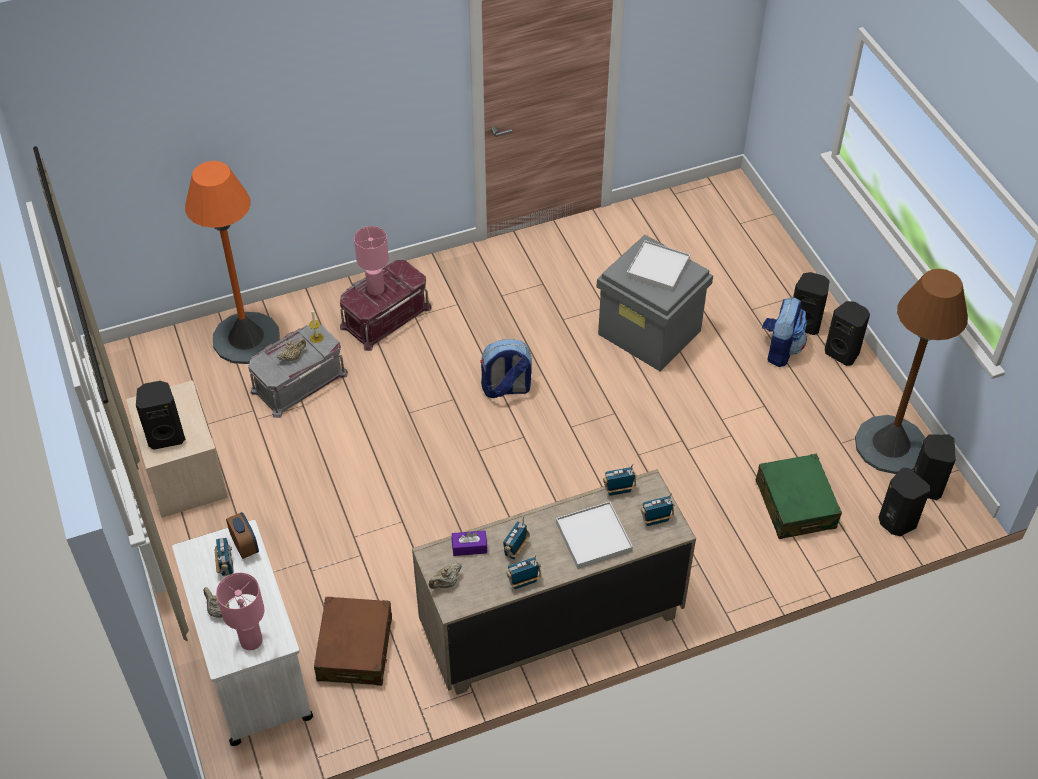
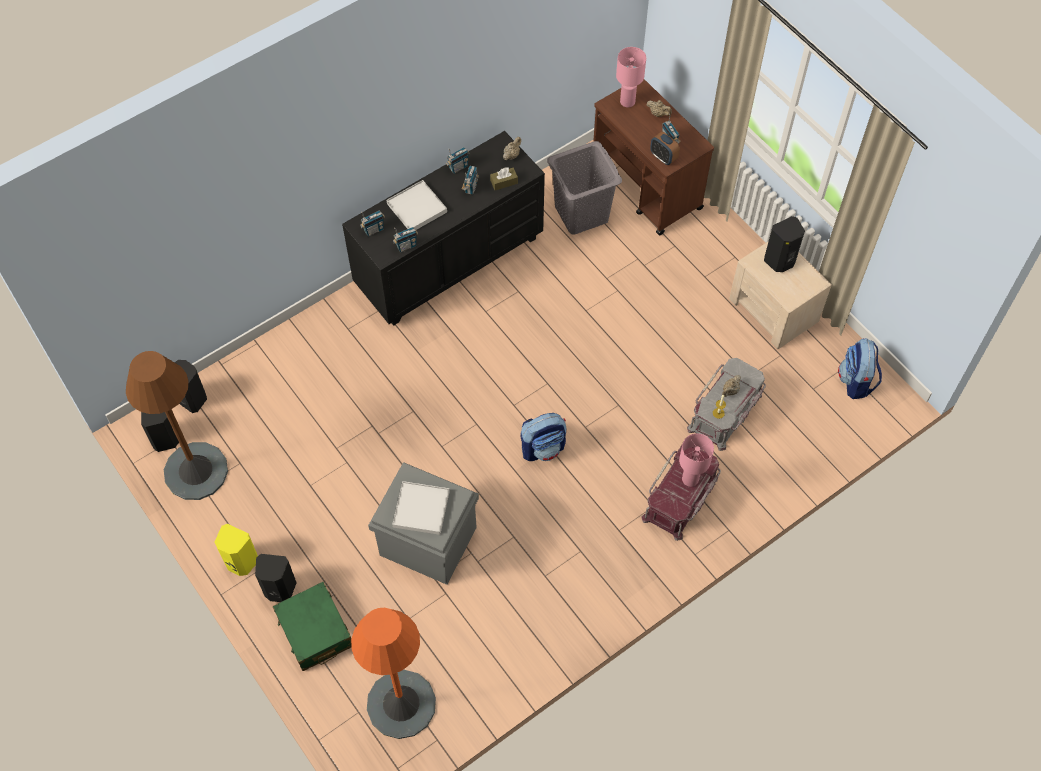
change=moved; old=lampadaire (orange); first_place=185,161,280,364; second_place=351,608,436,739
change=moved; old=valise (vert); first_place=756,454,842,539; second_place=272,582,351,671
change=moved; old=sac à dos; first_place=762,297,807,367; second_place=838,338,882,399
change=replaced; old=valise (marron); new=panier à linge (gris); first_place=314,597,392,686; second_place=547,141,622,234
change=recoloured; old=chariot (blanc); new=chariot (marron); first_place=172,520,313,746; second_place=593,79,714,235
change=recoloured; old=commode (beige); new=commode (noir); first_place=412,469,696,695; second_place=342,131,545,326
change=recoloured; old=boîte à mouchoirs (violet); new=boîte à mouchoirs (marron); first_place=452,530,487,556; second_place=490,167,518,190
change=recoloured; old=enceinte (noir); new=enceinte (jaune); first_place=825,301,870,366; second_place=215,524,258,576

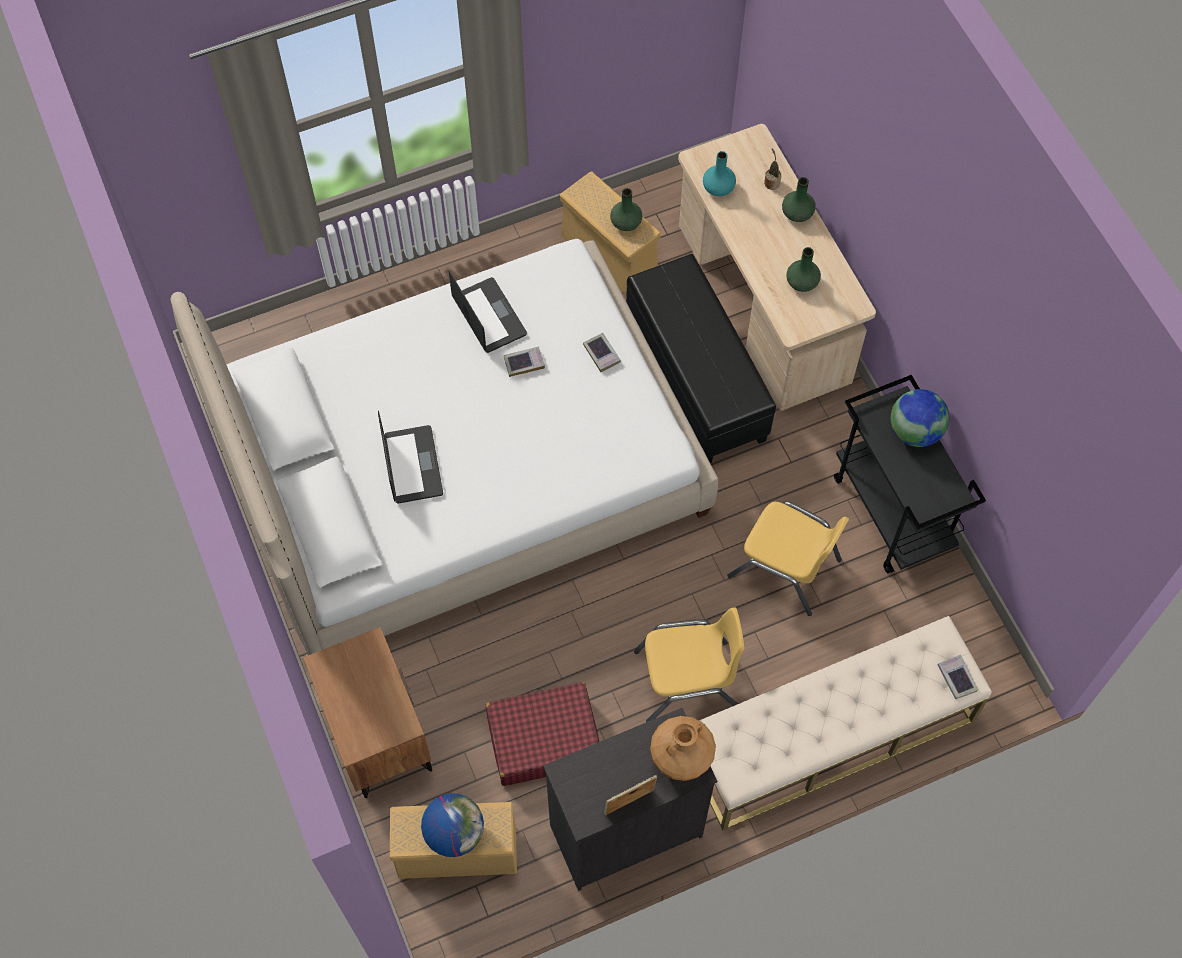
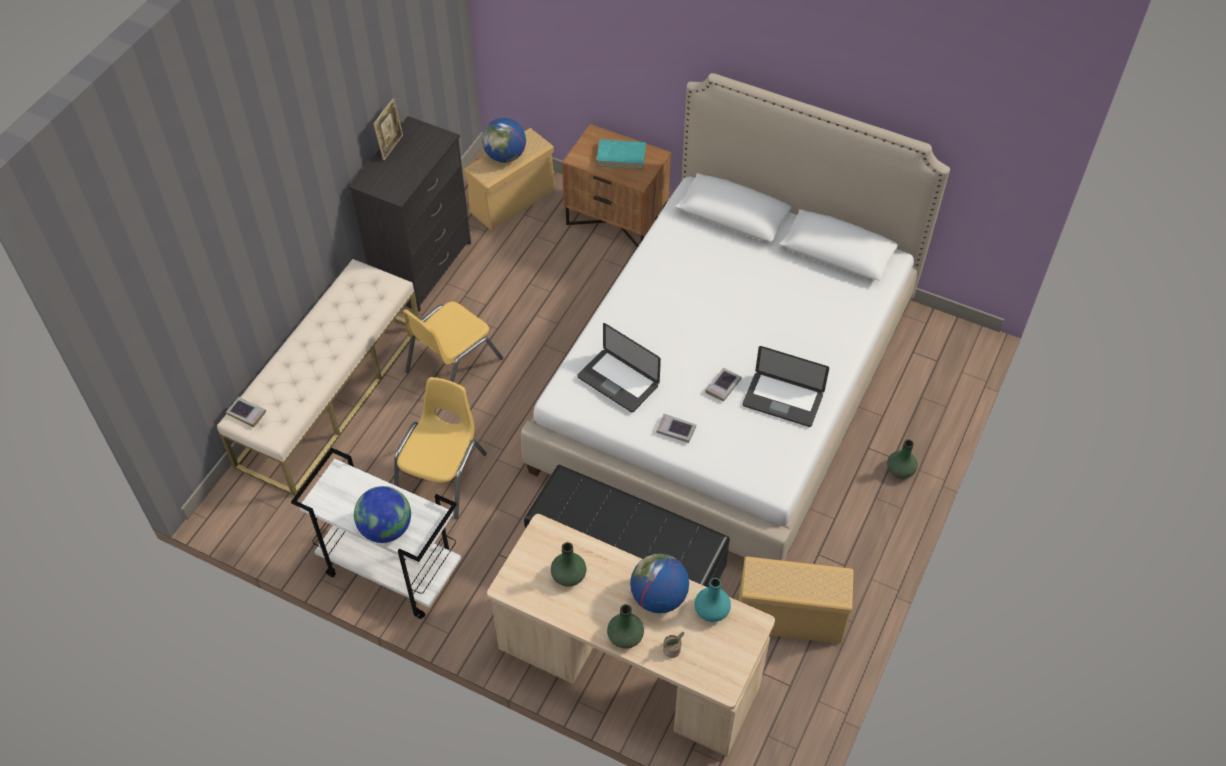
change=removed; old=valise (rouge); first_place=485,682,599,786
change=removed; old=vase (marron); first_place=650,716,716,781
change=added; new=livre (turquoise); second_place=596,139,646,169
change=added; new=globe; second_place=630,554,689,613
change=moved; old=ordinateur portable; first_place=378,411,443,504; second_place=578,323,661,412
change=moved; old=vase (vert); first_place=610,188,642,231; second_place=887,439,918,479
change=recoloured; old=chariot (noir); new=chariot (blanc); first_place=834,375,986,573; second_place=291,448,461,619
change=turned; old=chaise (jaune); first_place=727,501,849,616; second_place=394,377,487,519; degrees=120

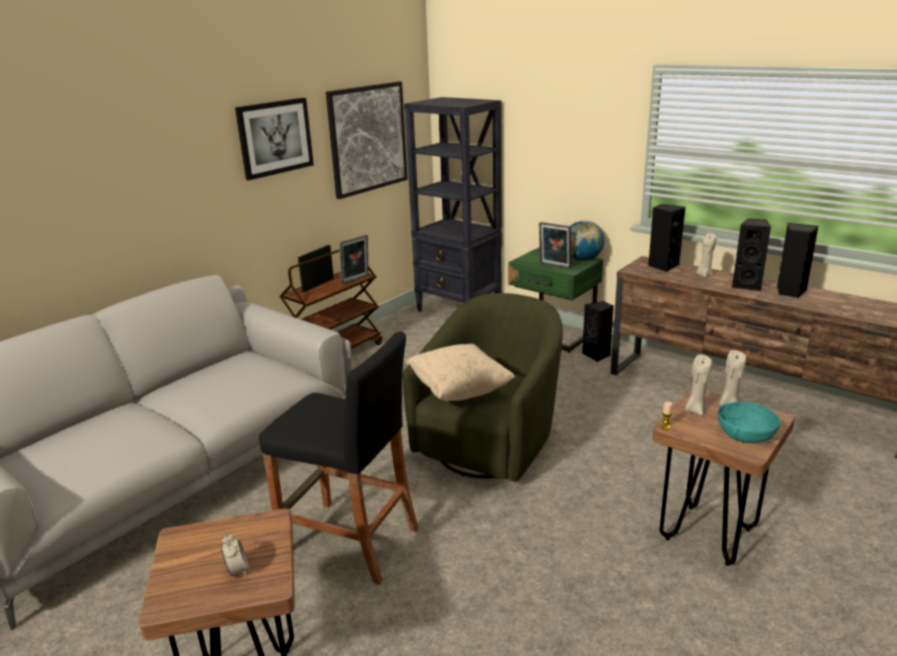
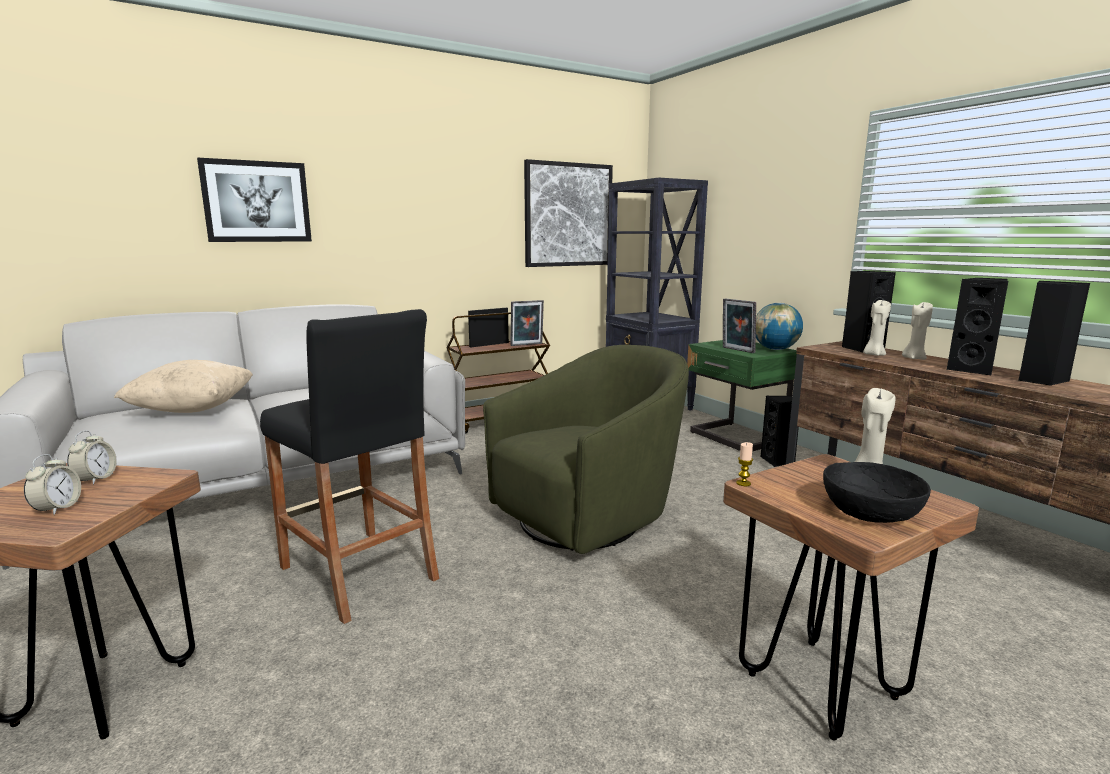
change=added; new=réveil; second_place=67,430,117,485
change=moved; old=tableau; first_place=235,98,314,180; second_place=197,158,312,242
change=moved; old=coussin (beige); first_place=406,344,515,401; second_place=114,360,253,413
change=moved; old=bougie (beige); first_place=685,355,712,416; second_place=863,300,891,356
change=recoloured; old=bol (turquoise); new=bol (noir); first_place=718,402,780,443; second_place=823,462,931,523

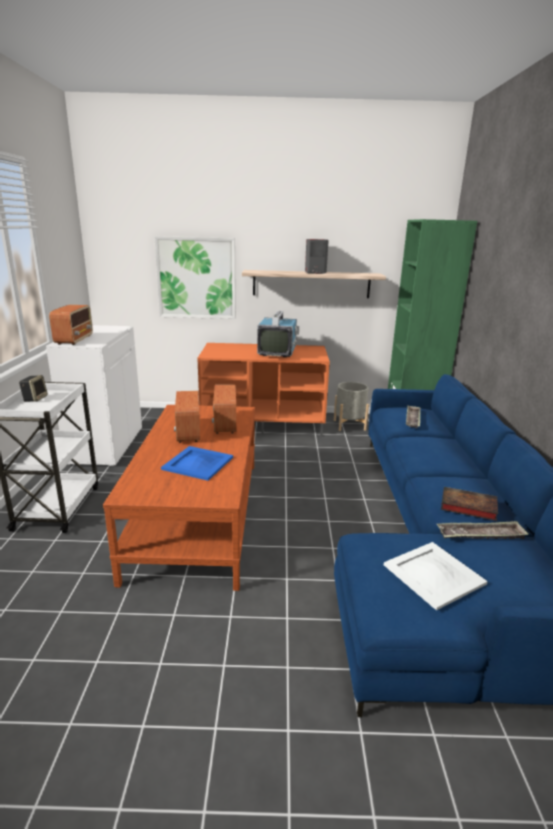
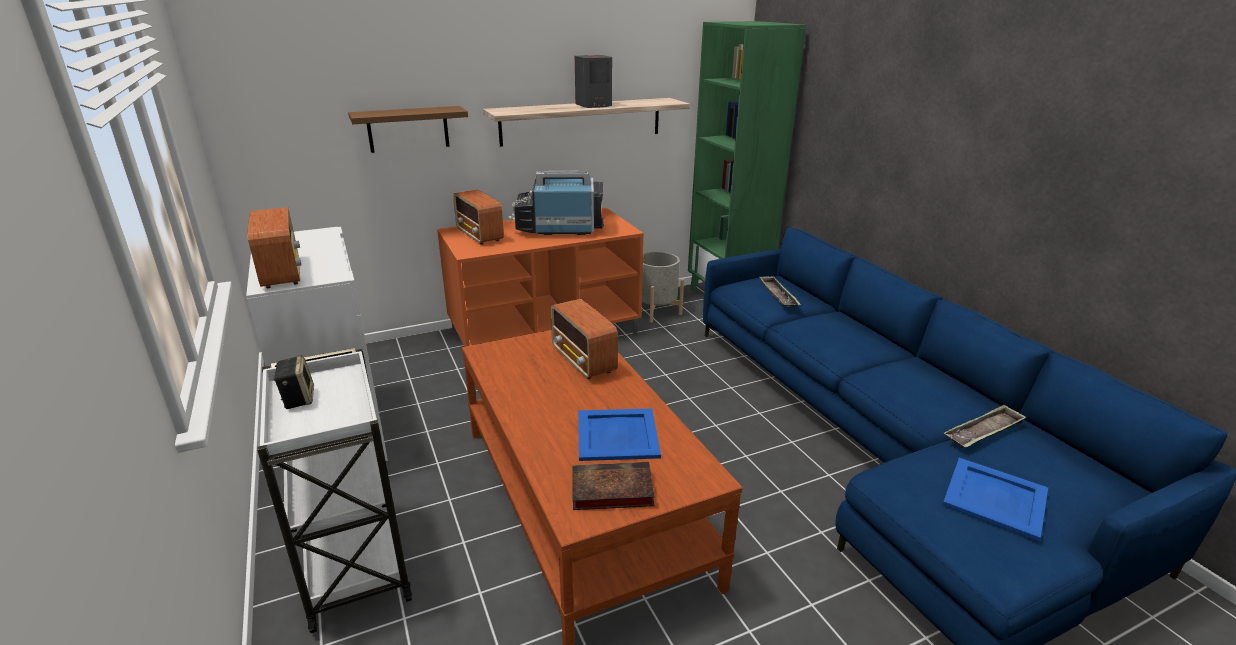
change=moved; old=radio; first_place=174,391,200,443; second_place=453,189,504,245
change=moved; old=livre; first_place=441,487,498,521; second_place=572,462,655,510
change=replaced; old=tableau; new=étagère (marron); first_place=154,236,236,319; second_place=348,106,468,153
change=recoloured; old=plateau (blanc); new=plateau (bleu); first_place=384,542,488,611; second_place=943,458,1048,541
change=turned; old=téléviseur; first_place=257,311,299,357; second_place=508,170,604,235; degrees=-75

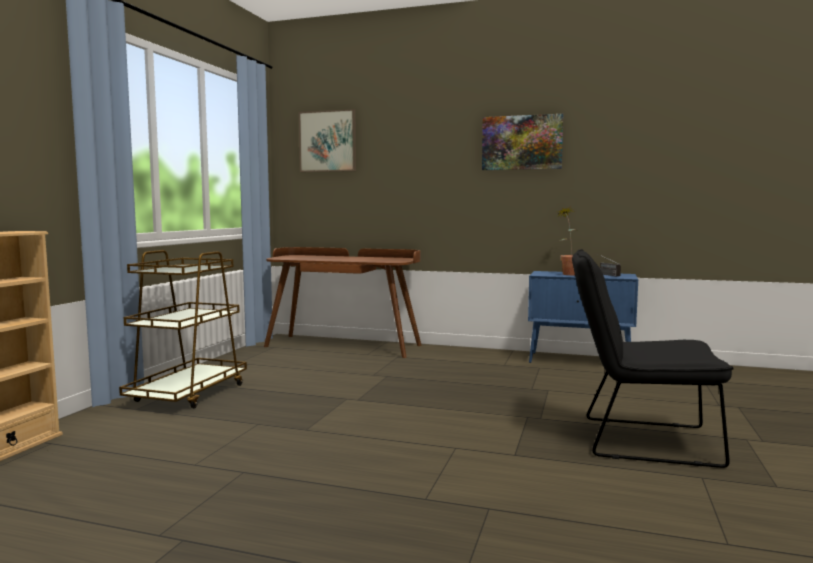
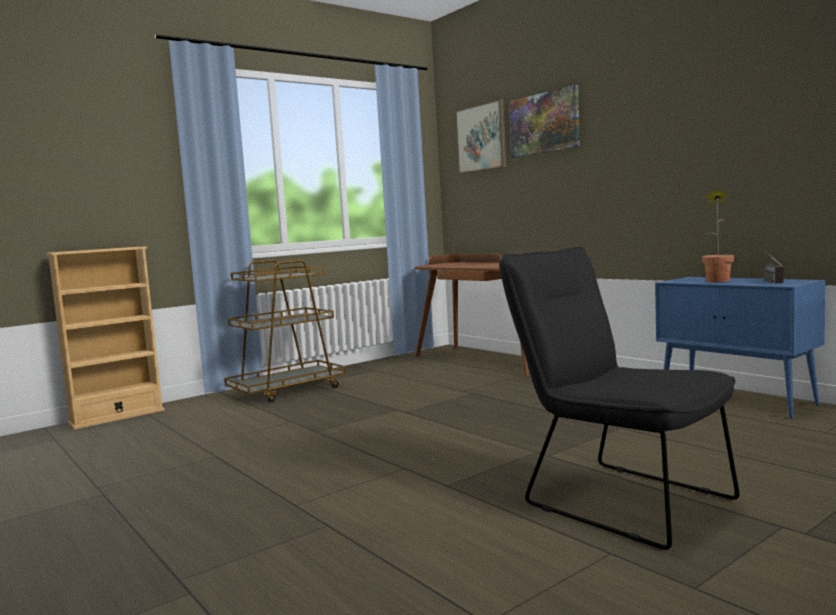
change=moved; old=tableau; first_place=482,114,564,170; second_place=509,85,580,158

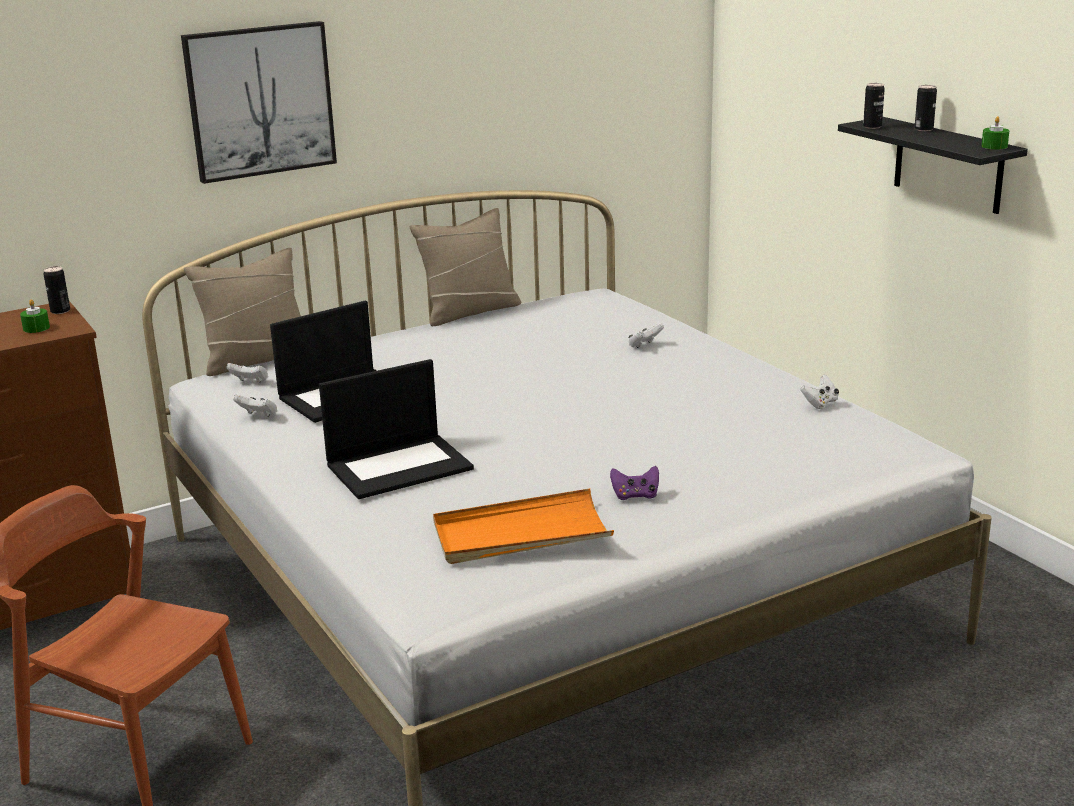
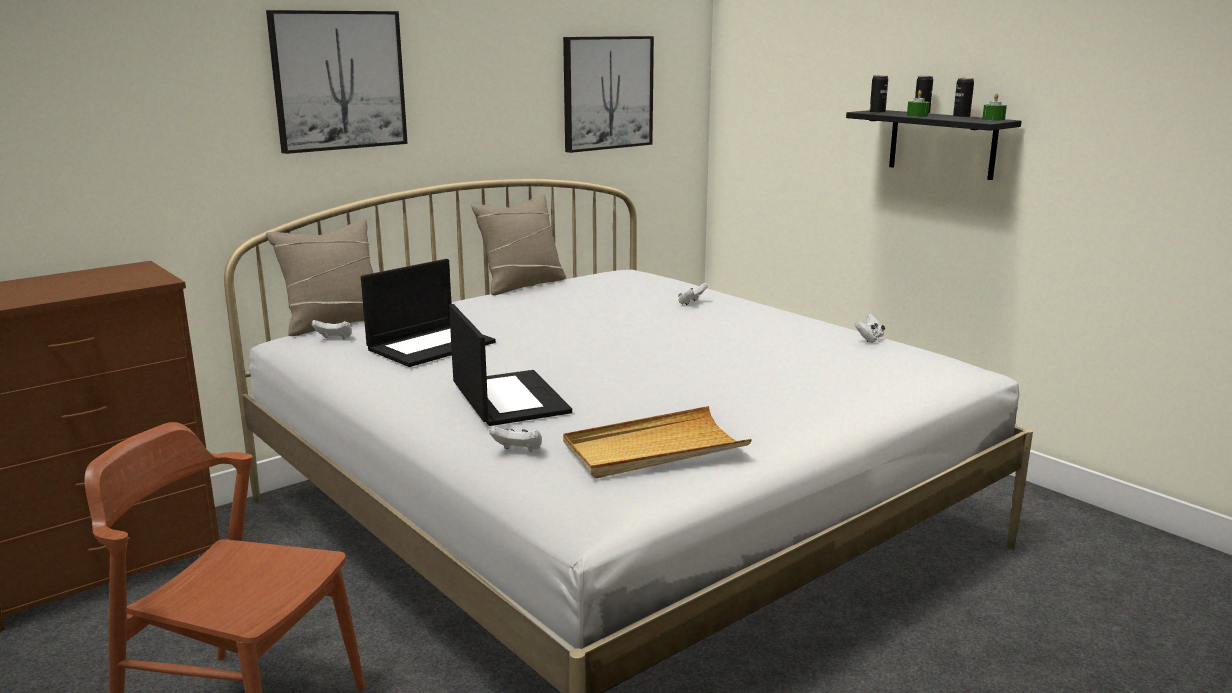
change=removed; old=manette (violet); first_place=610,466,659,500
change=added; new=tableau; second_place=563,36,654,153
change=moved; old=bougie (vert); first_place=20,299,50,333; second_place=907,90,930,117
change=moved; old=boîte métallique; first_place=43,266,70,314; second_place=953,78,974,118
change=moved; old=manette (blanc); first_place=234,395,277,416; second_place=490,426,542,452
change=recoloured; old=plateau (orange); new=plateau (beige); first_place=433,488,614,564; second_place=563,406,752,479
change=turned; old=ordinateur portable; first_place=319,359,474,499; second_place=449,304,572,426; degrees=-75

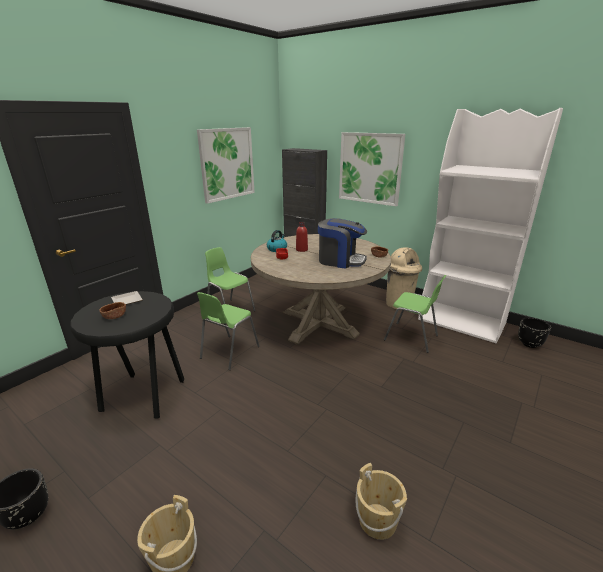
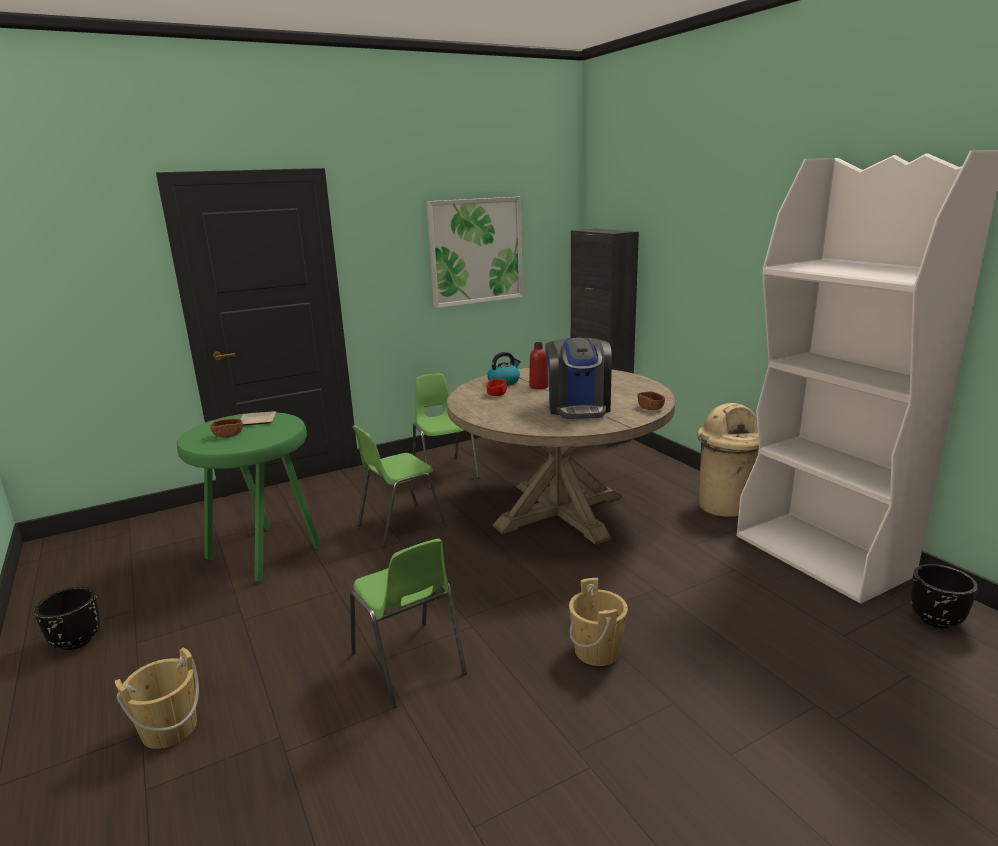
change=removed; old=tableau; first_place=339,132,405,207
change=moved; old=seau (beige); first_place=356,463,407,540; second_place=569,578,628,666
change=moved; old=chaise (vert); first_place=384,275,446,353; second_place=350,539,467,708
change=recoloured; old=tabouret (noir); new=tabouret (vert); first_place=70,291,184,419; second_place=177,412,321,582
change=turned; old=machine à café; first_place=318,218,367,269; second_place=545,337,612,419; degrees=45

